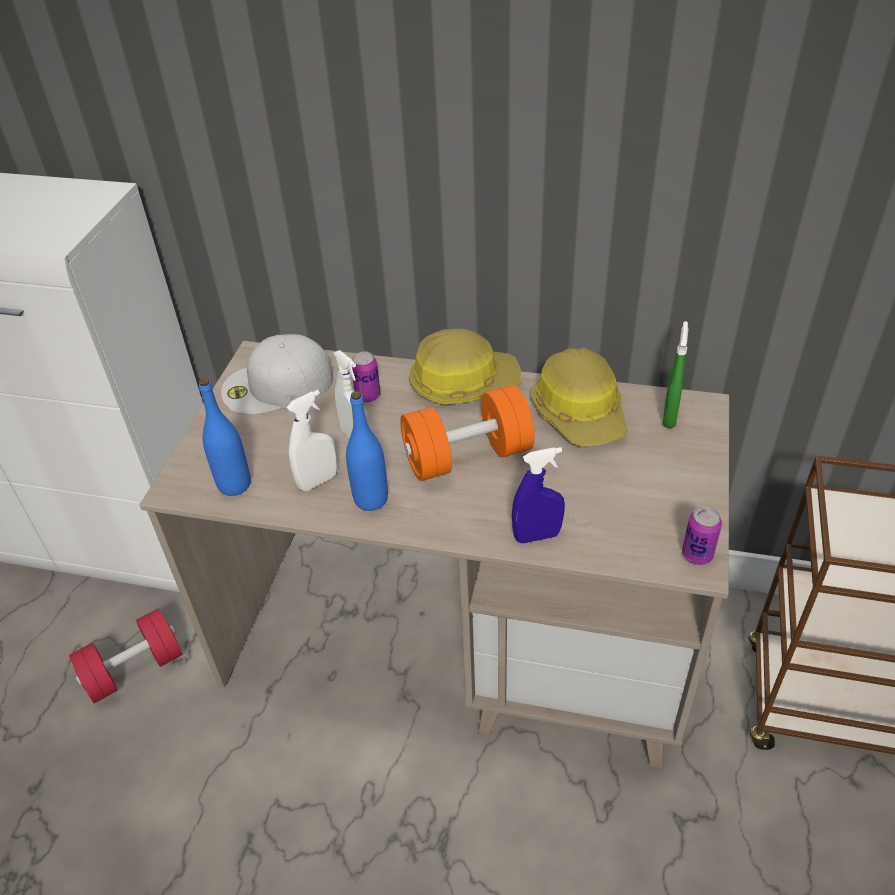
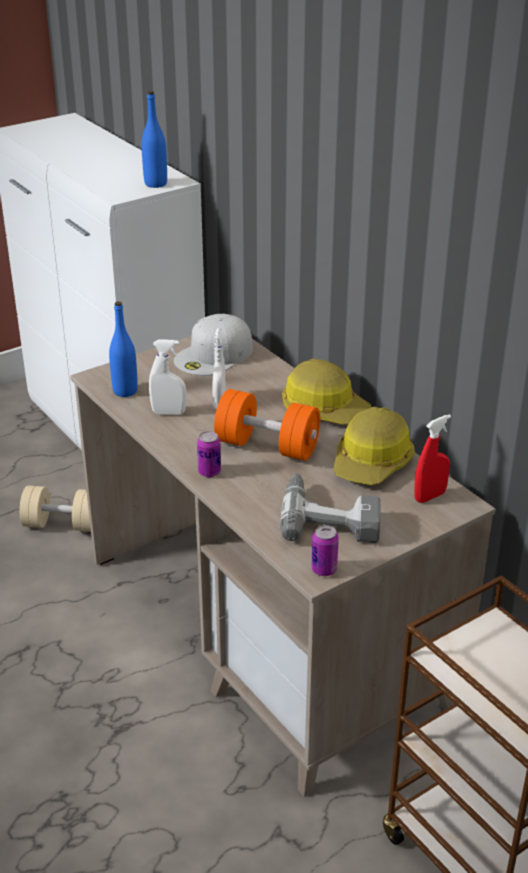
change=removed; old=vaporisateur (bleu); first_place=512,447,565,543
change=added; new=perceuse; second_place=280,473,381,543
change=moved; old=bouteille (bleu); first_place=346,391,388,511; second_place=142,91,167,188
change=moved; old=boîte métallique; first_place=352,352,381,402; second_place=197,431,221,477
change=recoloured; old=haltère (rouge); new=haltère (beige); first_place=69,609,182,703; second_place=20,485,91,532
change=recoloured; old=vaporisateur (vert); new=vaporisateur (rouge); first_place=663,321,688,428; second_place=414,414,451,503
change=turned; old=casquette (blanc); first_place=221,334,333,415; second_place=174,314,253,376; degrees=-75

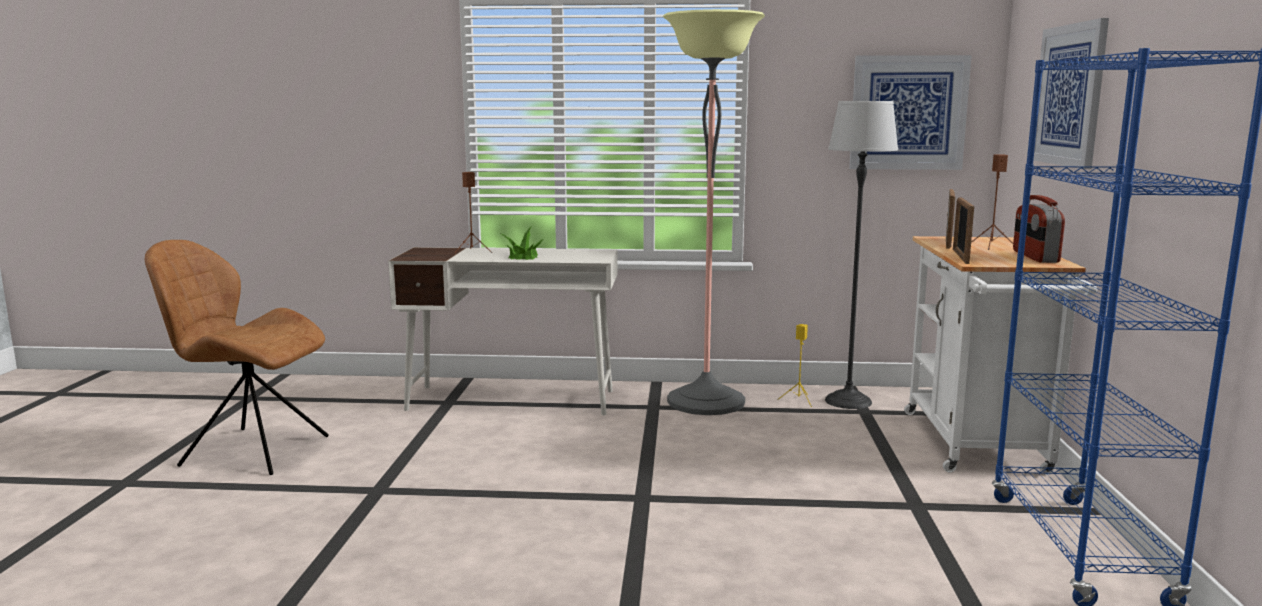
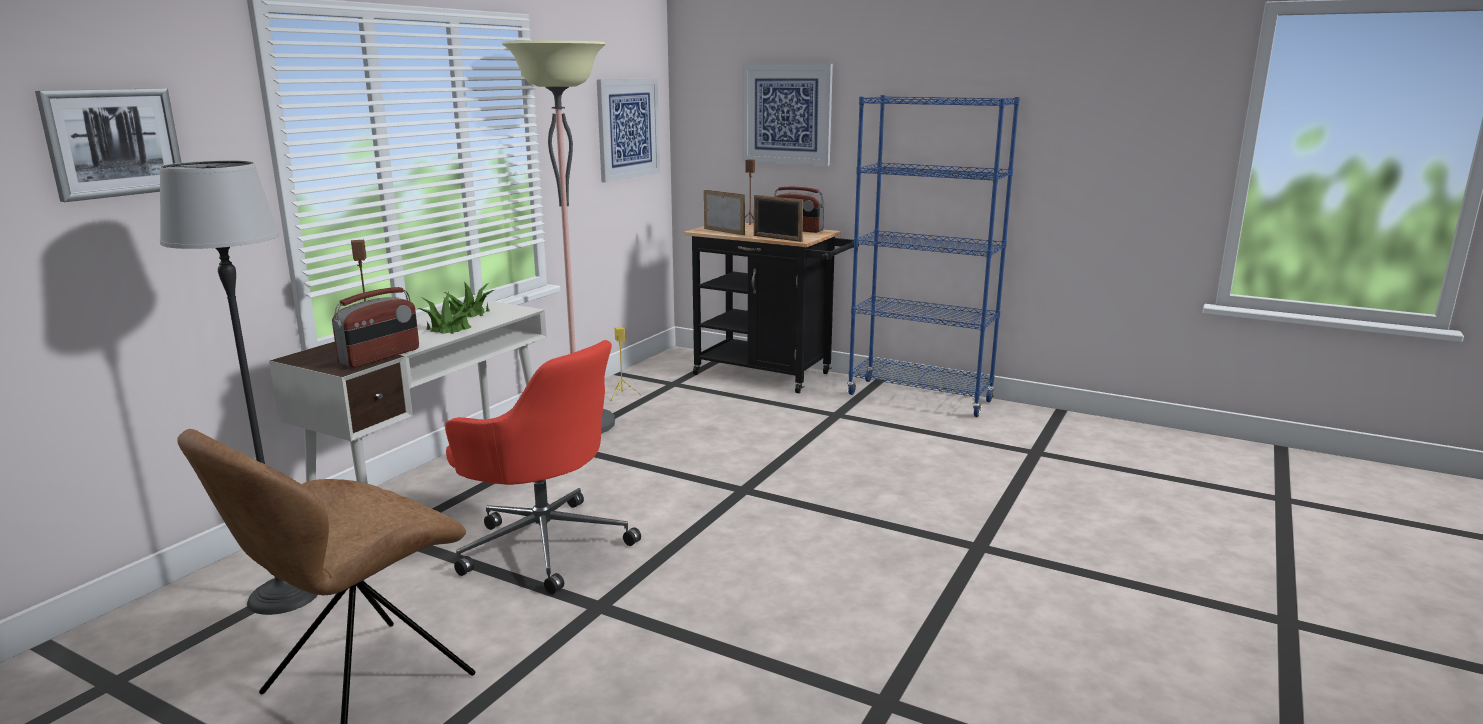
change=added; new=tableau; second_place=35,88,182,202
change=added; new=radio; second_place=332,287,419,368
change=added; new=plante en pot; second_place=444,282,494,317
change=added; new=chaise de bureau (rouge); second_place=445,340,641,594
change=moved; old=lampadaire; first_place=825,101,898,409; second_place=159,161,318,615
change=recoloured; old=chariot (blanc); new=chariot (noir); first_place=904,236,1097,475; second_place=684,223,859,393

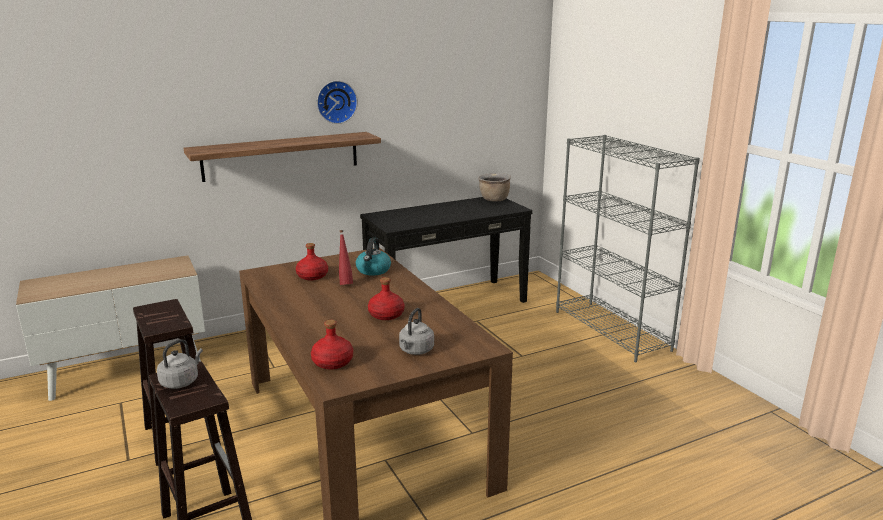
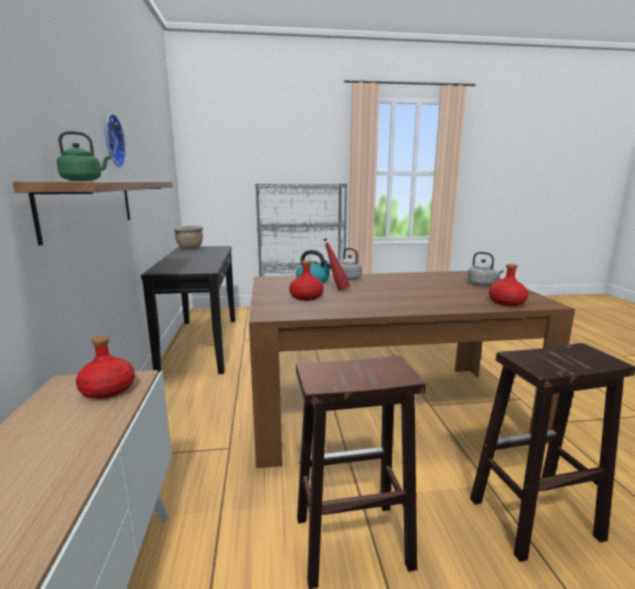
change=added; new=bouilloire (vert); second_place=57,131,111,181
change=moved; old=bouilloire (gris); first_place=157,339,203,389; second_place=338,248,362,280
change=moved; old=bouteille (rouge); first_place=368,277,404,320; second_place=76,336,135,399

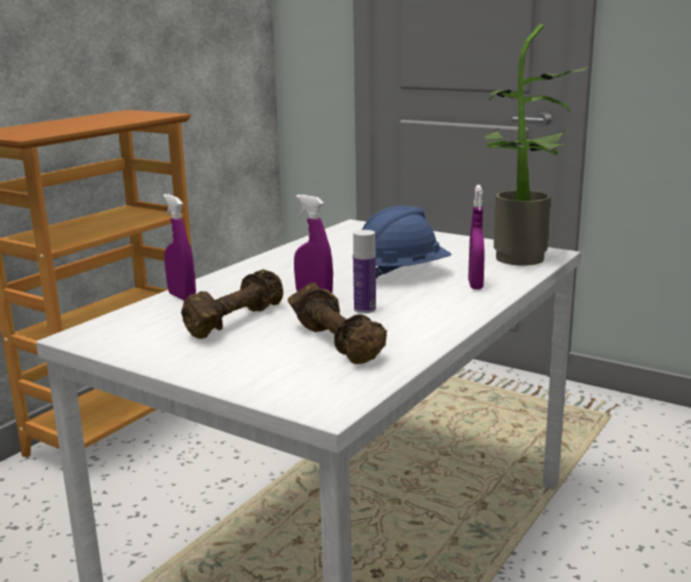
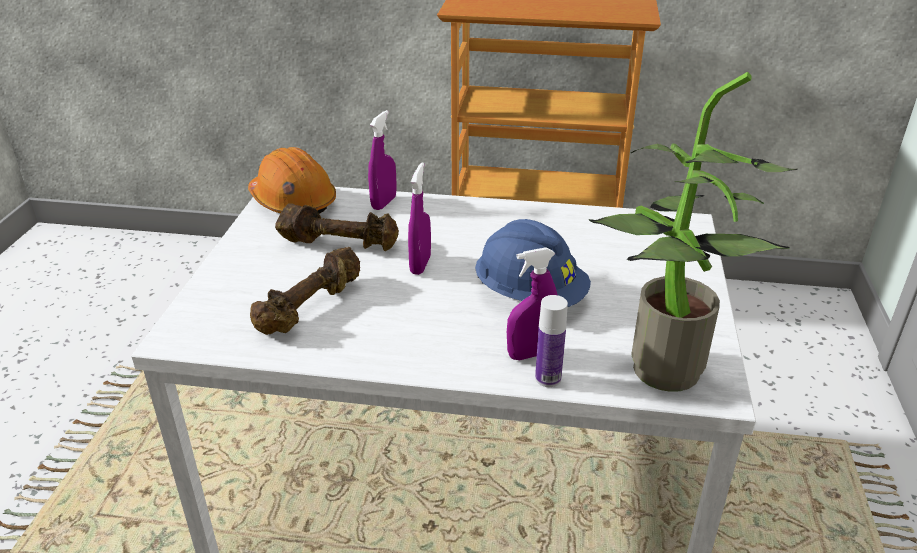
change=added; new=casque de chantier (orange); second_place=248,147,336,214
change=moved; old=bouteille; first_place=353,230,376,314; second_place=535,295,568,387

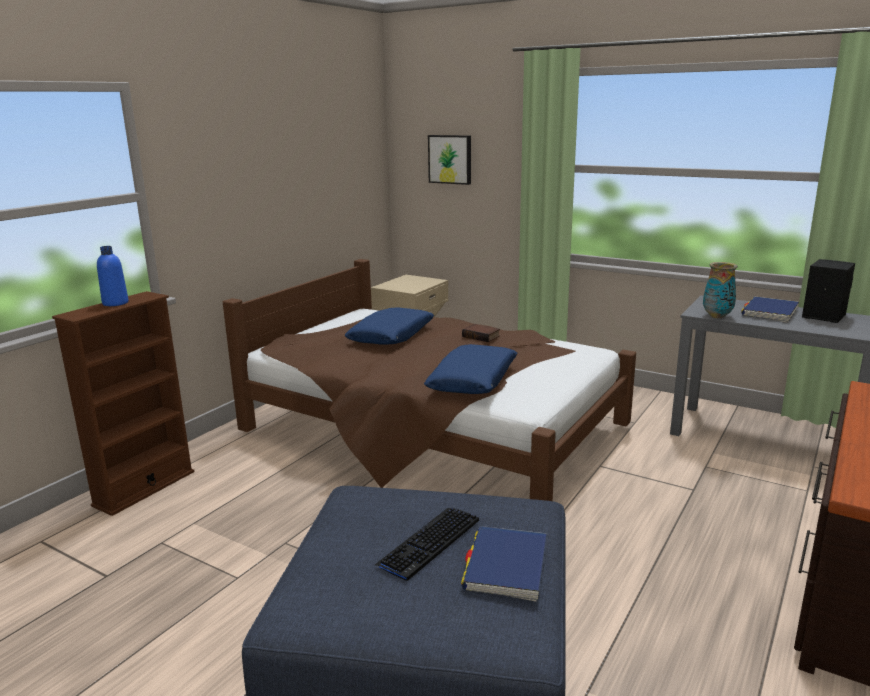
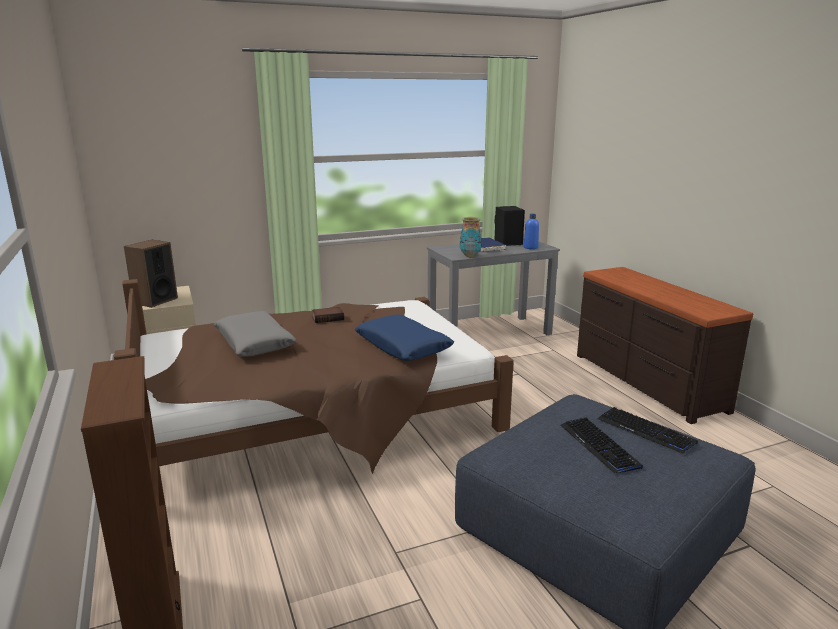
change=removed; old=tableau; first_place=428,135,471,185
change=added; new=enceinte; second_place=124,240,178,308
change=moved; old=bouteille (bleu); first_place=97,246,129,306; second_place=524,214,539,249
change=replaced; old=livre (bleu); new=clavier; first_place=461,526,547,602; second_place=598,407,698,454
change=recoloured; old=coussin (bleu); new=coussin (gris); first_place=344,307,434,345; second_place=214,311,297,357

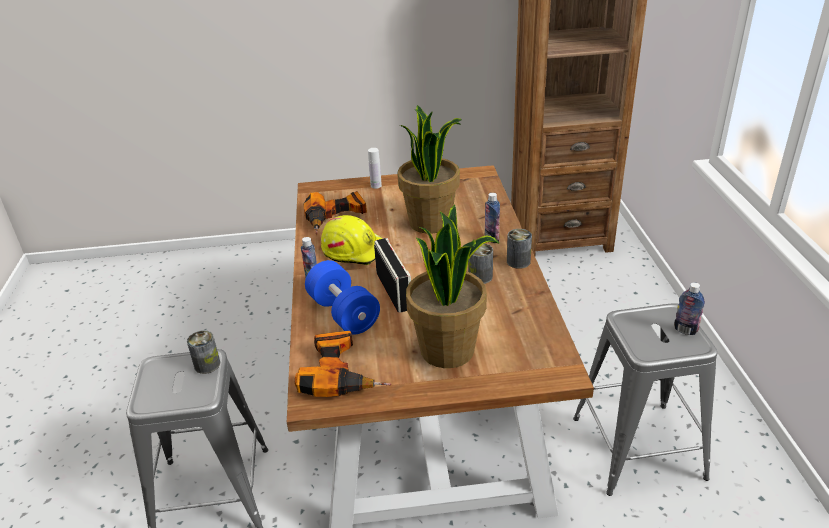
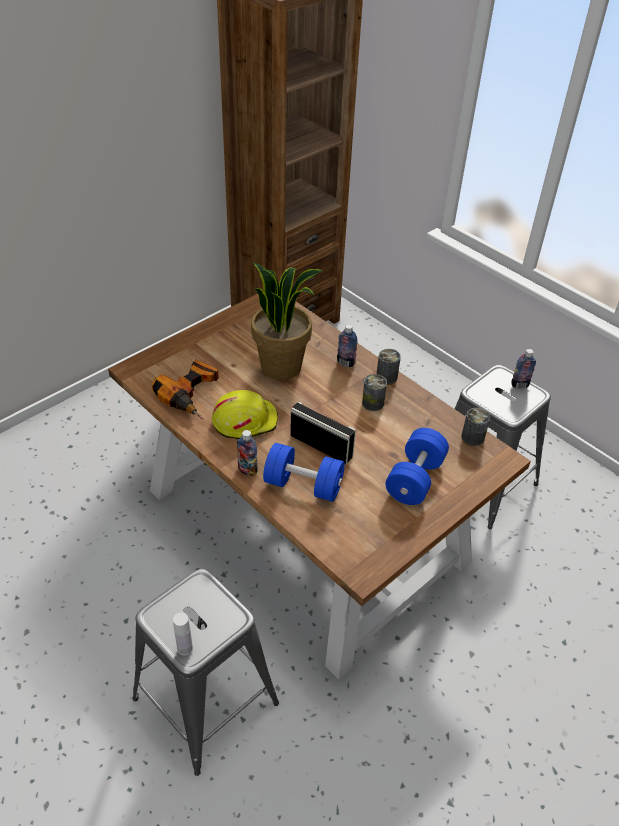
change=removed; old=perceuse; first_place=295,331,392,397
change=moved; old=boîte métallique; first_place=187,330,220,374; second_place=461,408,490,446
change=moved; old=bouteille (blanc); first_place=368,148,382,189; second_place=173,612,193,656
change=replaced; old=plante en pot; new=haltère (bleu); first_place=406,205,500,368; second_place=385,428,449,505

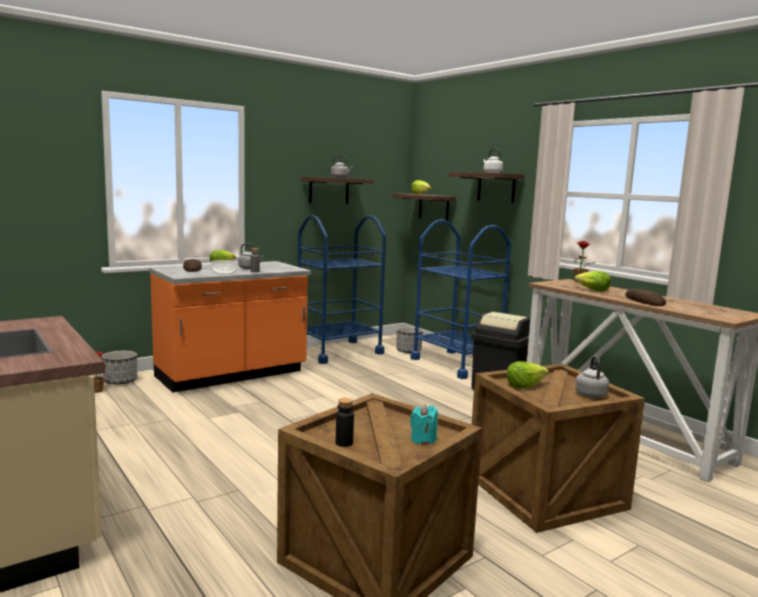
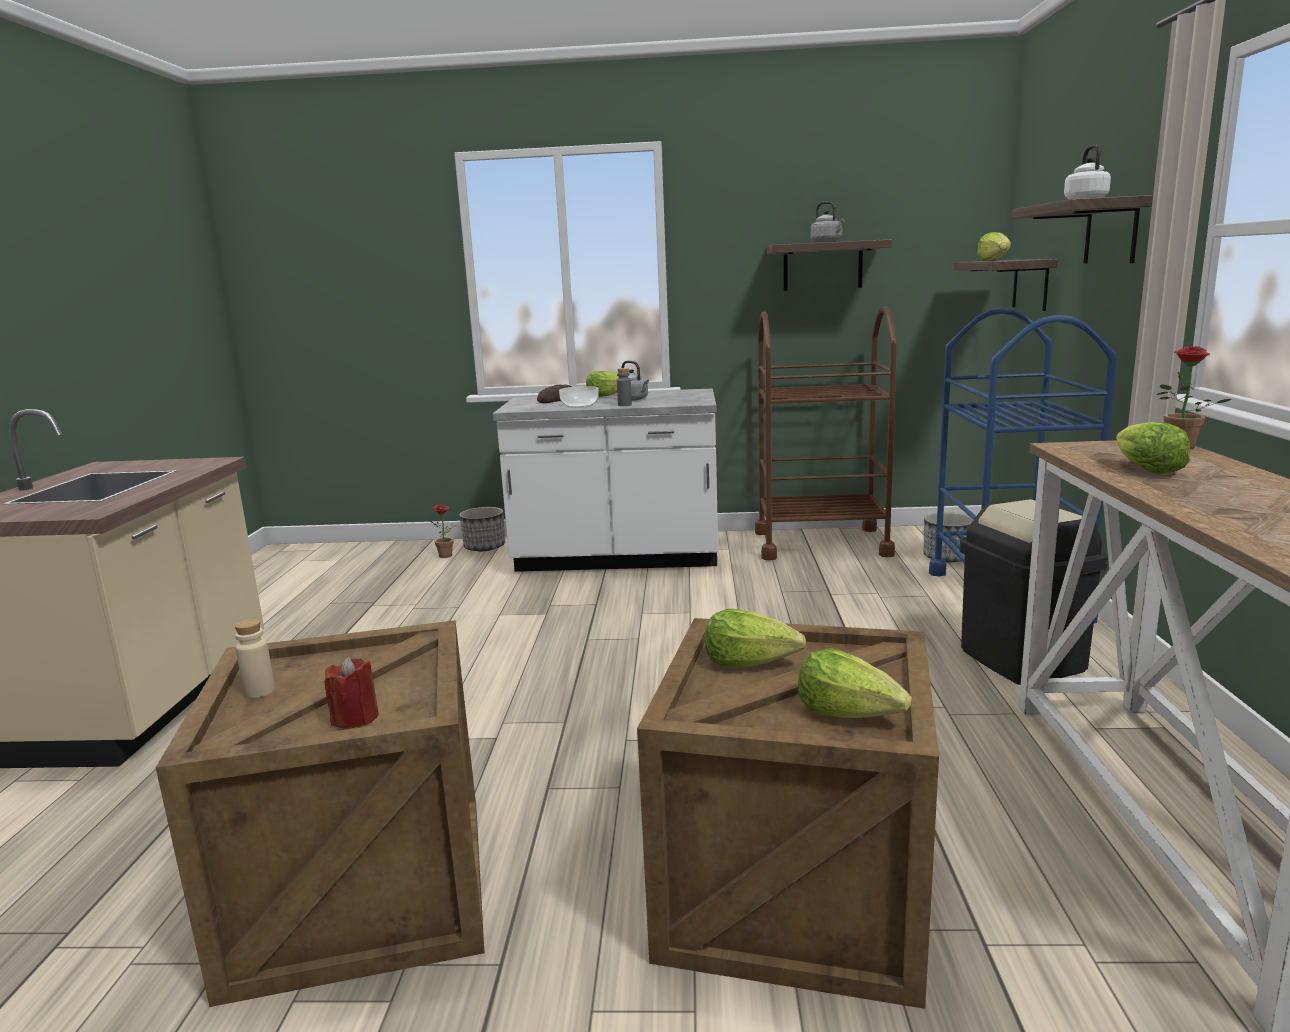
change=removed; old=pain; first_place=625,288,666,306
change=replaced; old=bouilloire (gris); new=laitue; first_place=575,356,609,398; second_place=798,648,912,718
change=recoloured; old=comptoir de cuisine (orange); new=comptoir de cuisine (blanc); first_place=149,261,311,393; second_place=493,388,718,572
change=recoloured; old=chariot (bleu); new=chariot (marron); first_place=298,215,386,364; second_place=755,306,897,560
change=recoloured; old=bouteille (noir); new=bouteille (beige); first_place=336,398,354,447; second_place=235,619,275,698
change=recoloured; old=bougie (turquoise); new=bougie (rouge); first_place=410,405,438,445; second_place=325,657,378,728

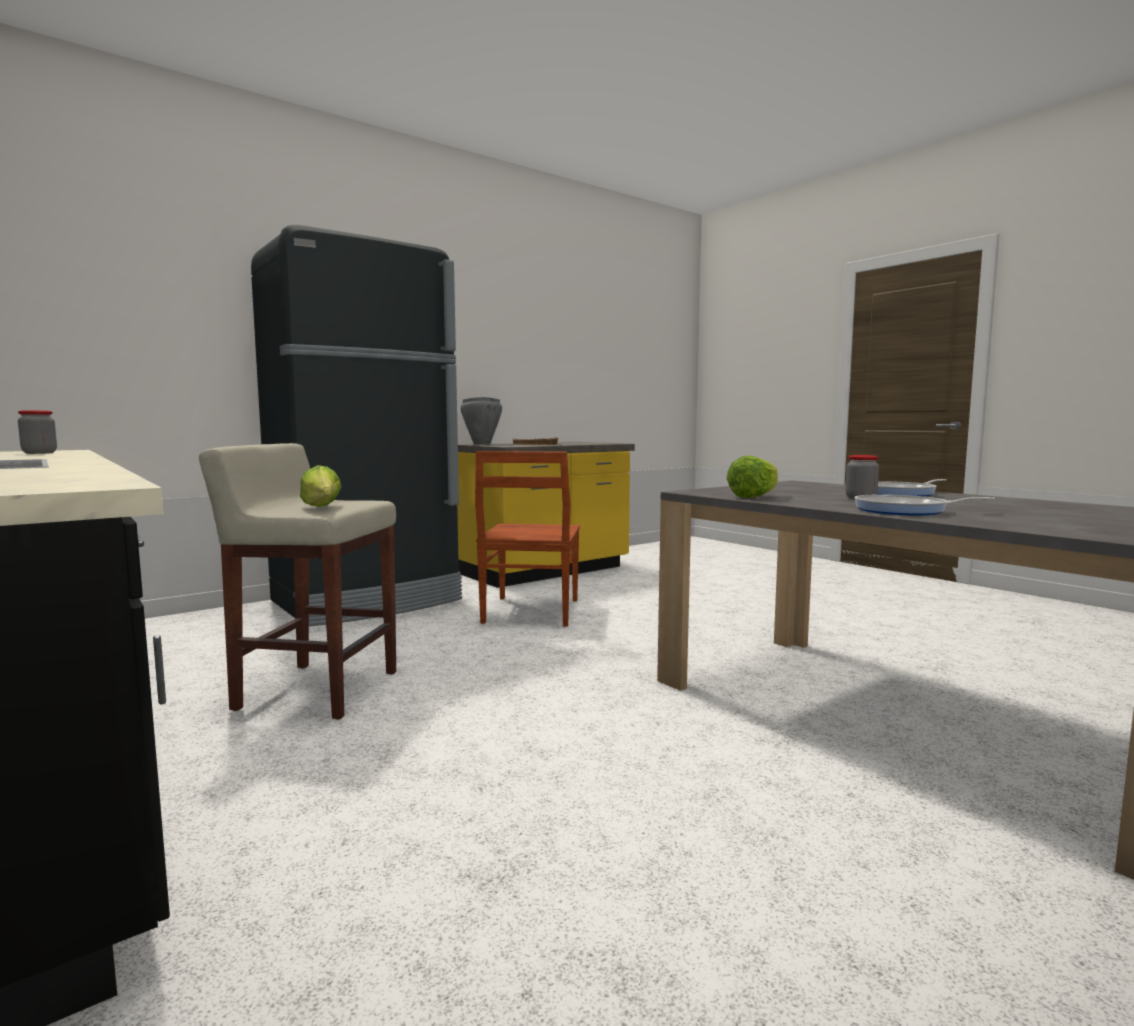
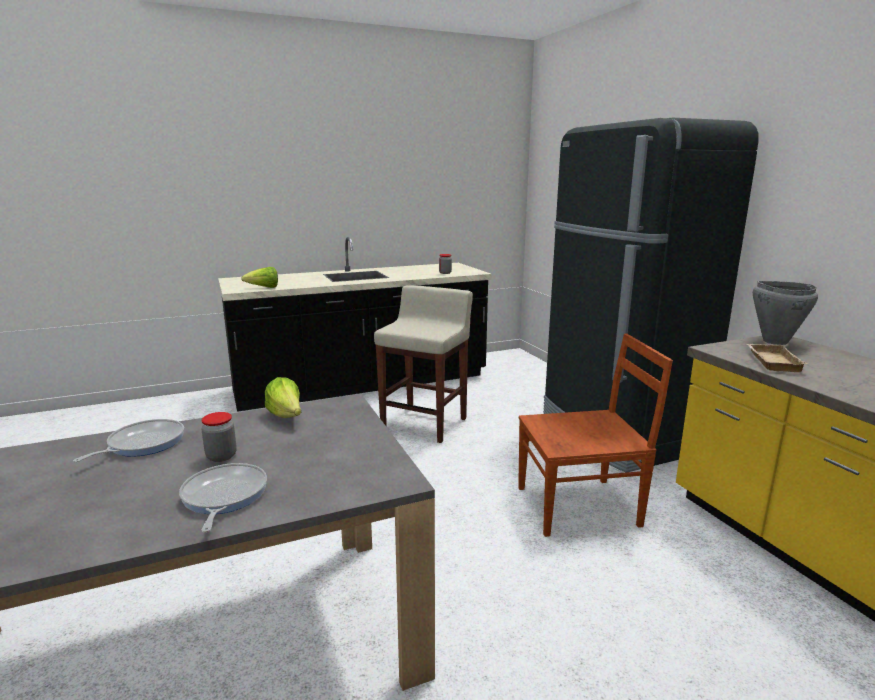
change=moved; old=laitue; first_place=300,465,342,507; second_place=241,267,278,288
change=turned; old=chaise (marron); first_place=475,451,580,627; second_place=518,334,673,537; degrees=150

